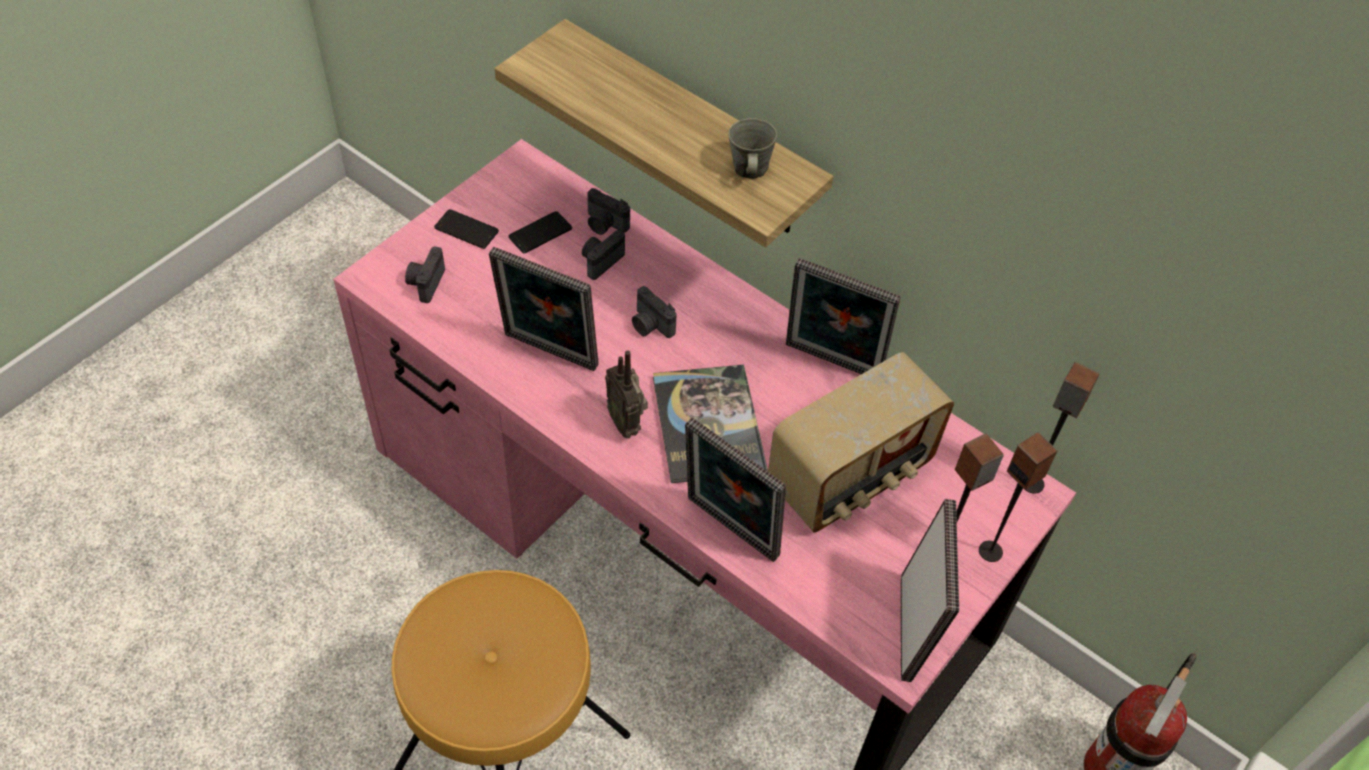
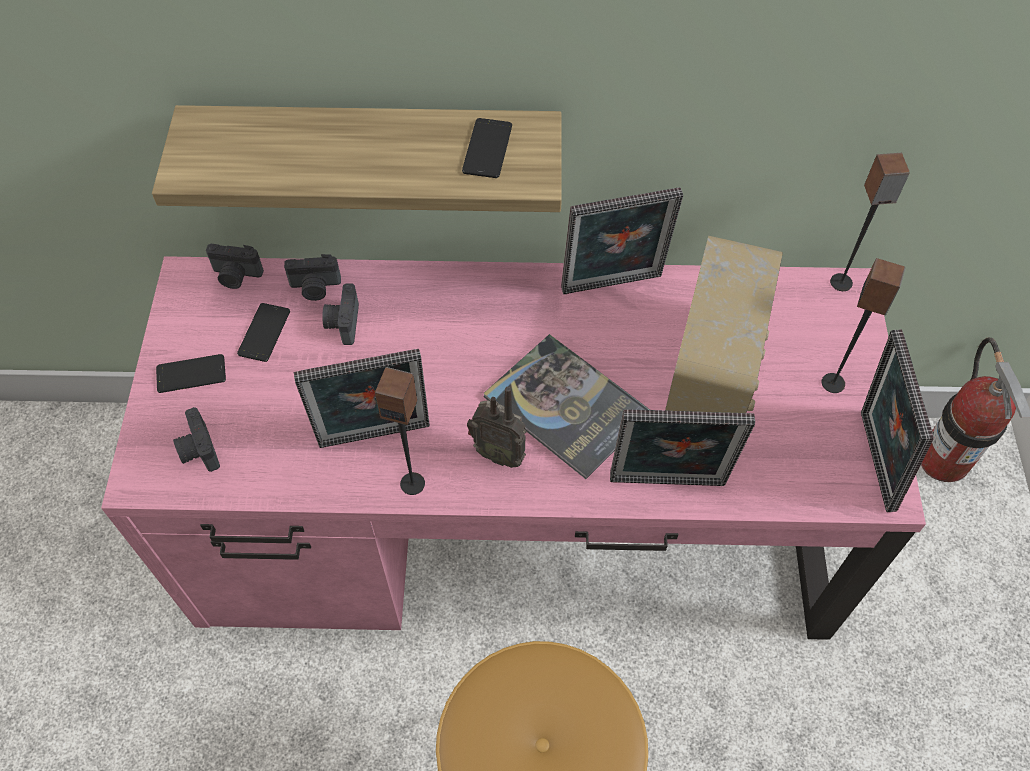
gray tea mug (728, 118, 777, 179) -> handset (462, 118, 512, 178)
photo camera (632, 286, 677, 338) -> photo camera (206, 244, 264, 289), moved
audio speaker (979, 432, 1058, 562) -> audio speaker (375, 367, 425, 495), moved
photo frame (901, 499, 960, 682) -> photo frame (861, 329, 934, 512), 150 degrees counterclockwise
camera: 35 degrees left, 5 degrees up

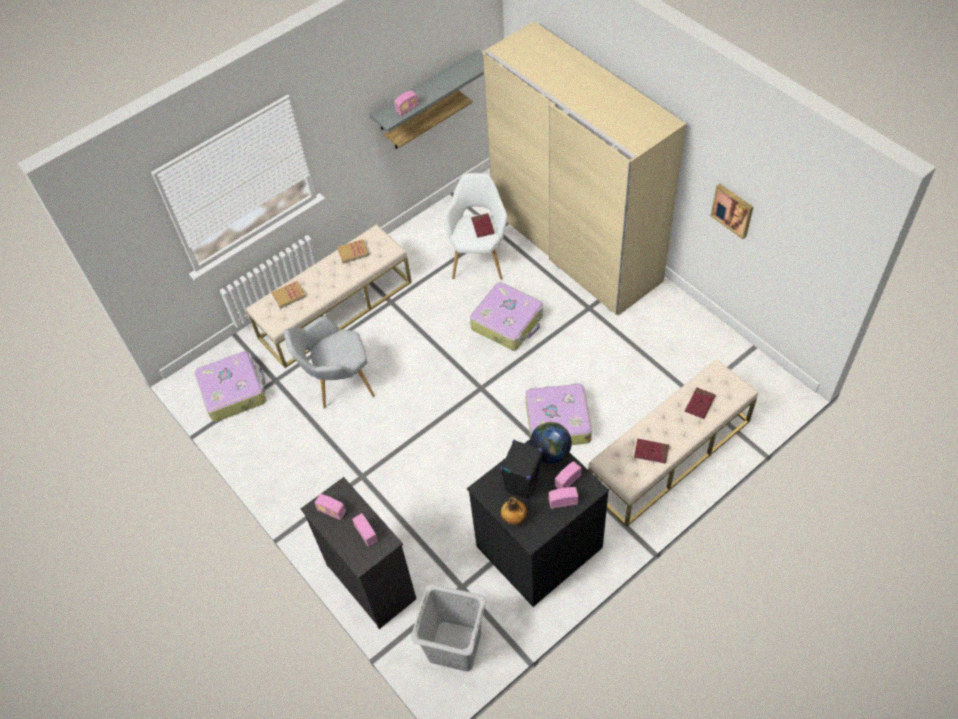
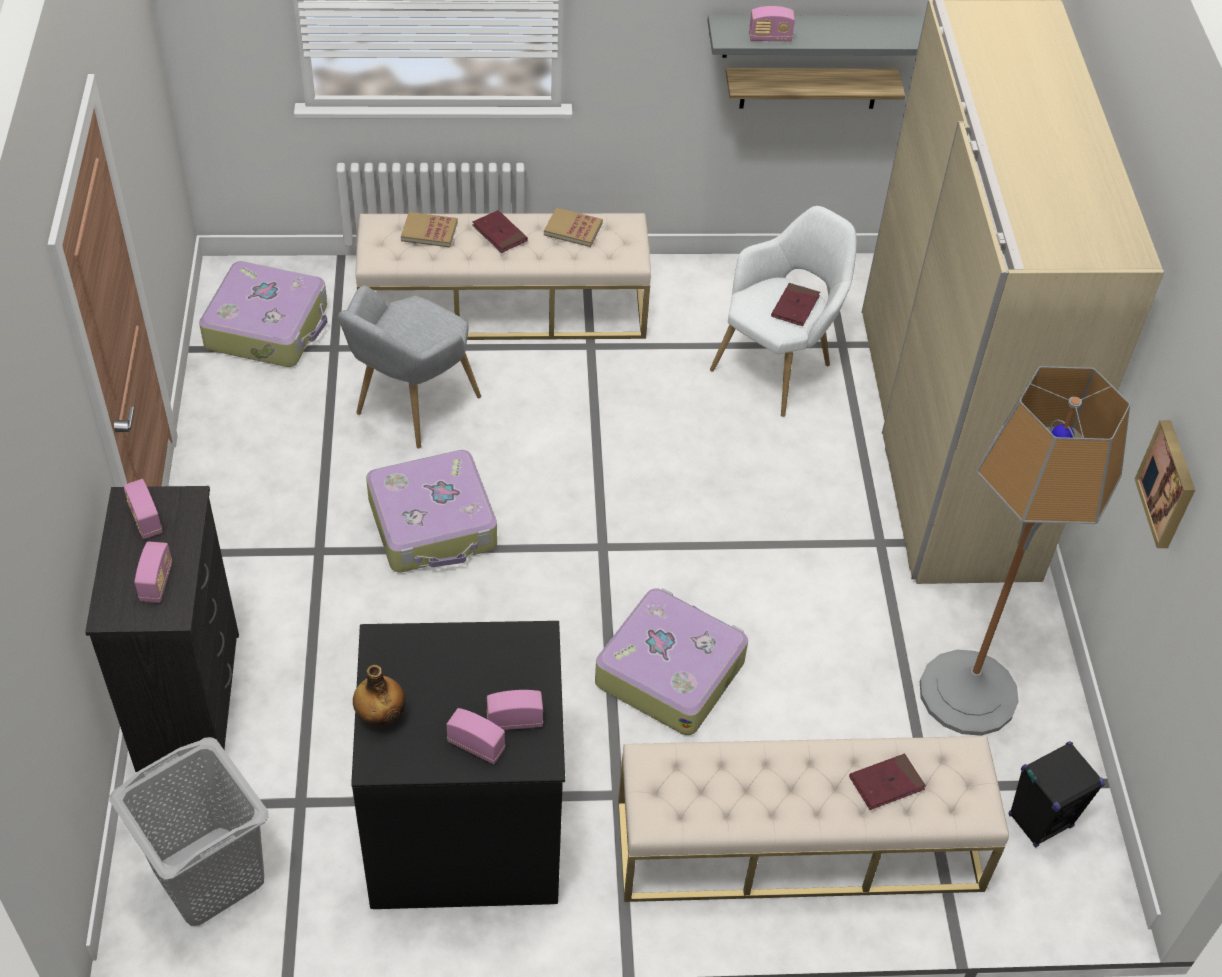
travel case (470, 282, 543, 350) -> travel case (366, 450, 497, 573), moved
gray lounge chair (284, 316, 375, 409) -> gray lounge chair (338, 286, 481, 448), 75 degrees counterclockwise
globe (530, 422, 572, 464) -> none
red-coloured bound book (634, 439, 669, 464) -> red-coloured bound book (472, 210, 528, 253), moved
black audio speaker (500, 440, 543, 500) -> black audio speaker (1008, 741, 1105, 848), moved
none -> standard lamp (920, 366, 1130, 736)
camera: 30 degrees right, 5 degrees down

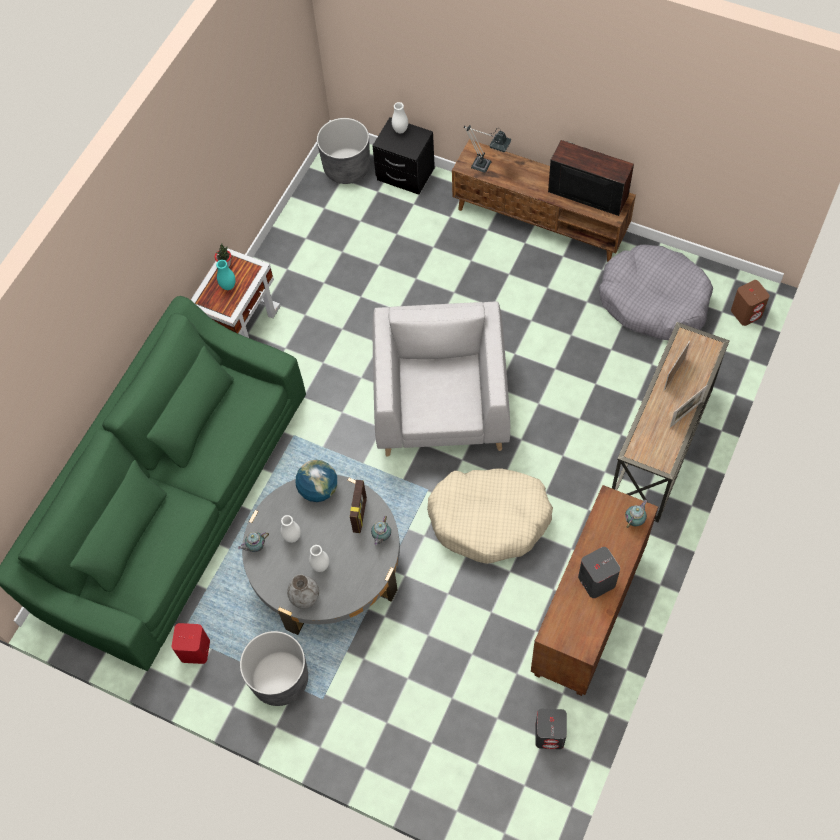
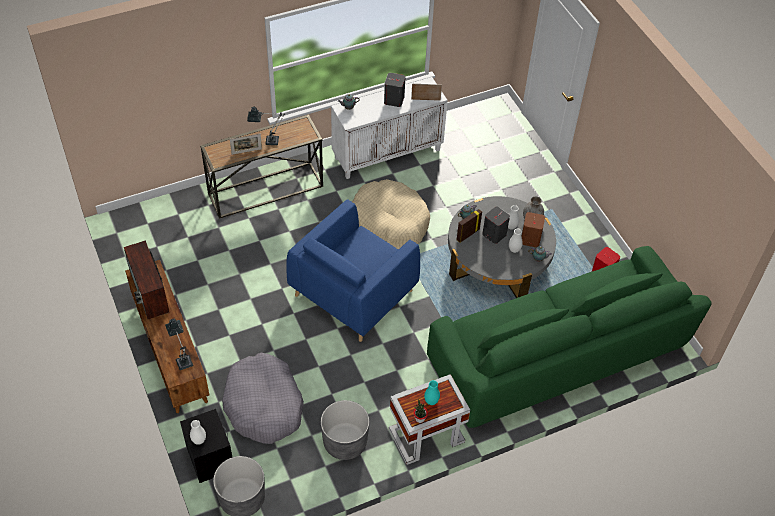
gray pet bed (599, 244, 713, 340) -> gray pet bed (222, 353, 304, 444), moved
brown-coloured audio speaker (731, 280, 770, 326) -> brown-coloured audio speaker (521, 212, 545, 247), moved
gray lounge chair (372, 301, 510, 457) -> blue lounge chair (286, 199, 420, 342)
photo frame (670, 385, 708, 428) -> photo frame (411, 84, 442, 101), moved
globe (296, 460, 337, 502) -> none
brown-coloured cupboard (531, 485, 658, 696) -> white cupboard (331, 77, 448, 179)
gray flower pot (240, 631, 308, 706) -> gray flower pot (321, 400, 369, 460), moved
gray audio speaker (535, 709, 567, 749) -> gray audio speaker (482, 207, 510, 244), moved
none -> lamp for a table (247, 107, 285, 145)
camera: 145 degrees left, 10 degrees down

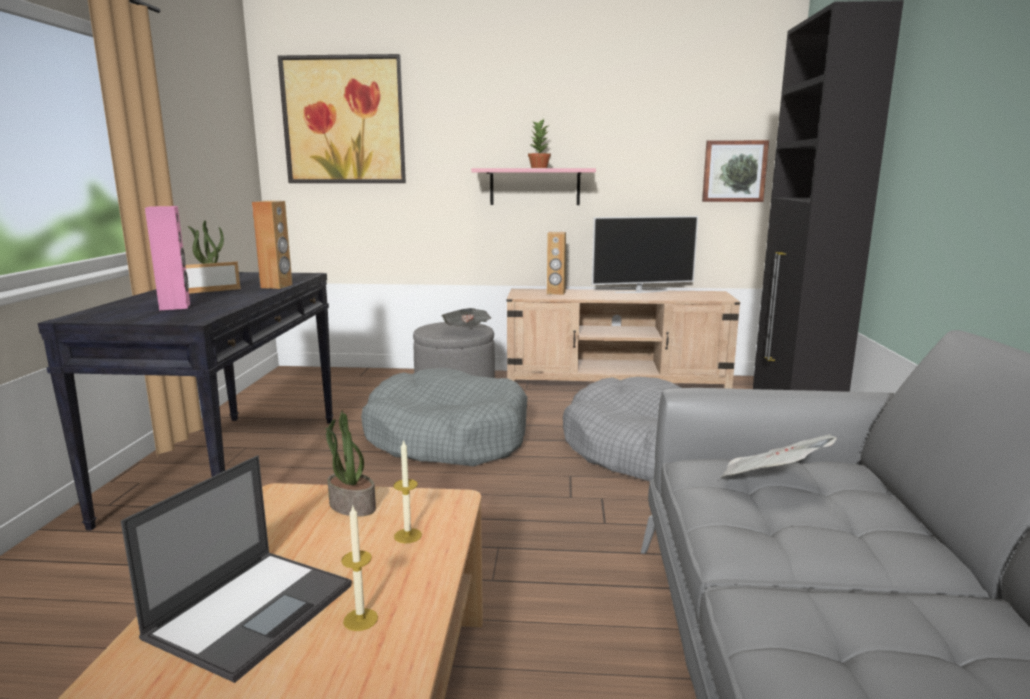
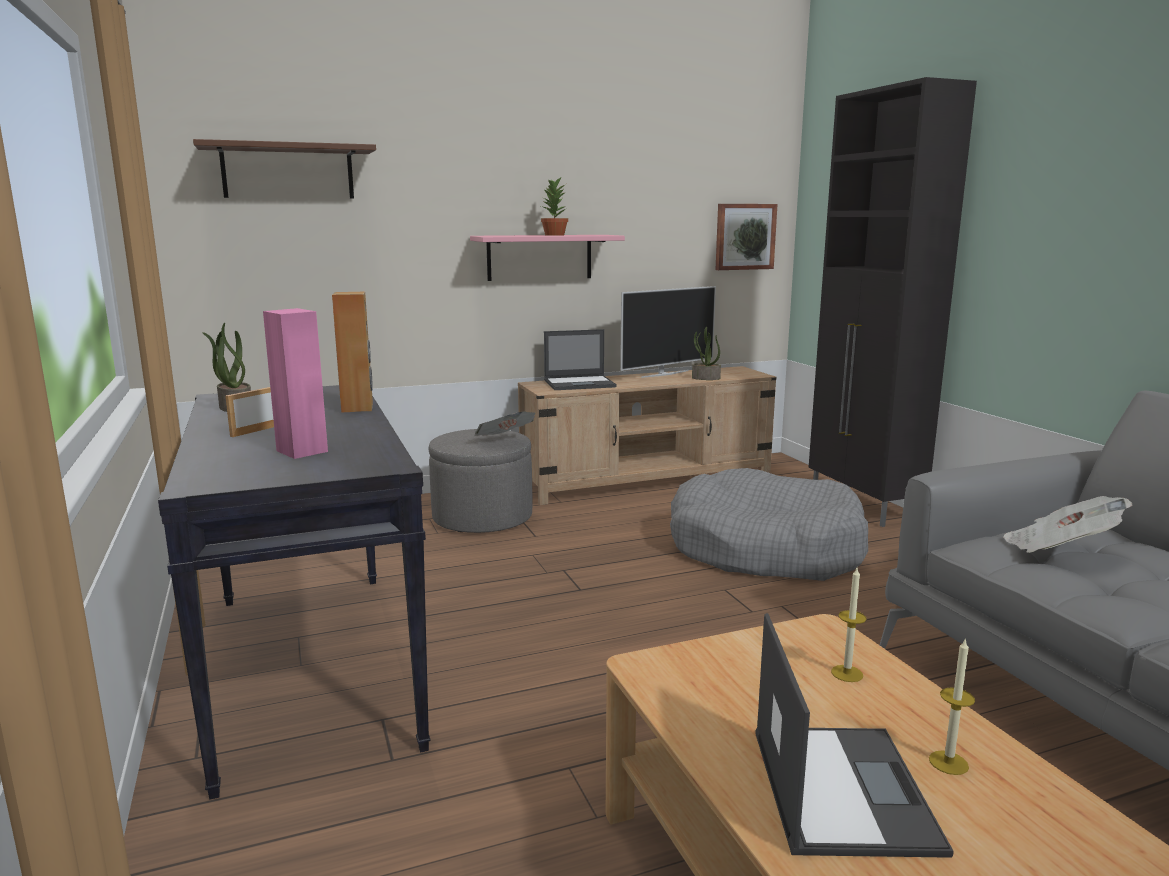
wall picture (278, 54, 406, 183) -> brown-coloured bracket shelf (193, 139, 376, 199)
brown-coloured audio speaker (547, 232, 566, 295) -> laptop (544, 329, 617, 390)
gray pet bed (361, 368, 527, 466) -> none
potted plant (325, 410, 376, 517) -> potted plant (692, 327, 721, 380), moved
camera: 25 degrees left, 0 degrees up

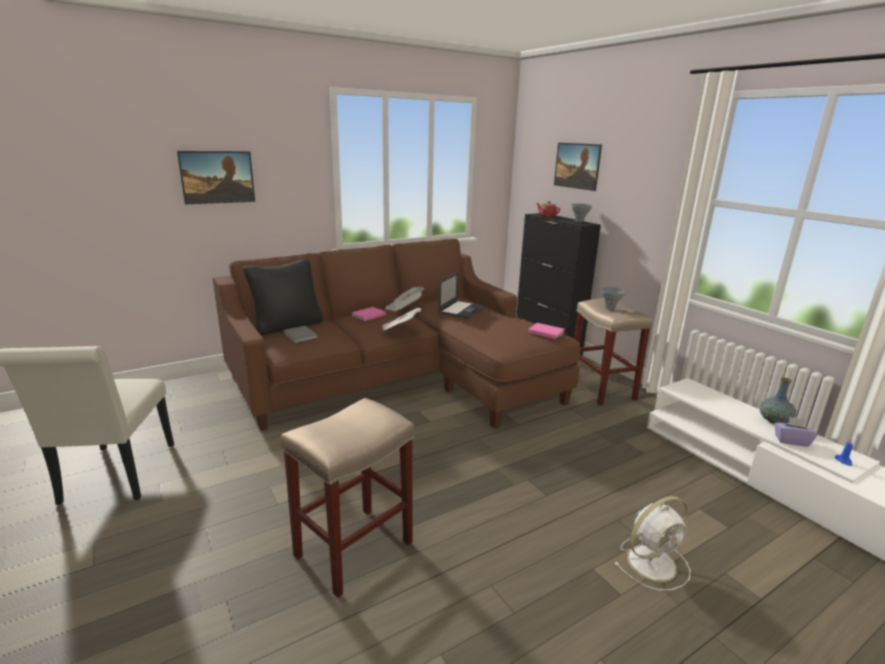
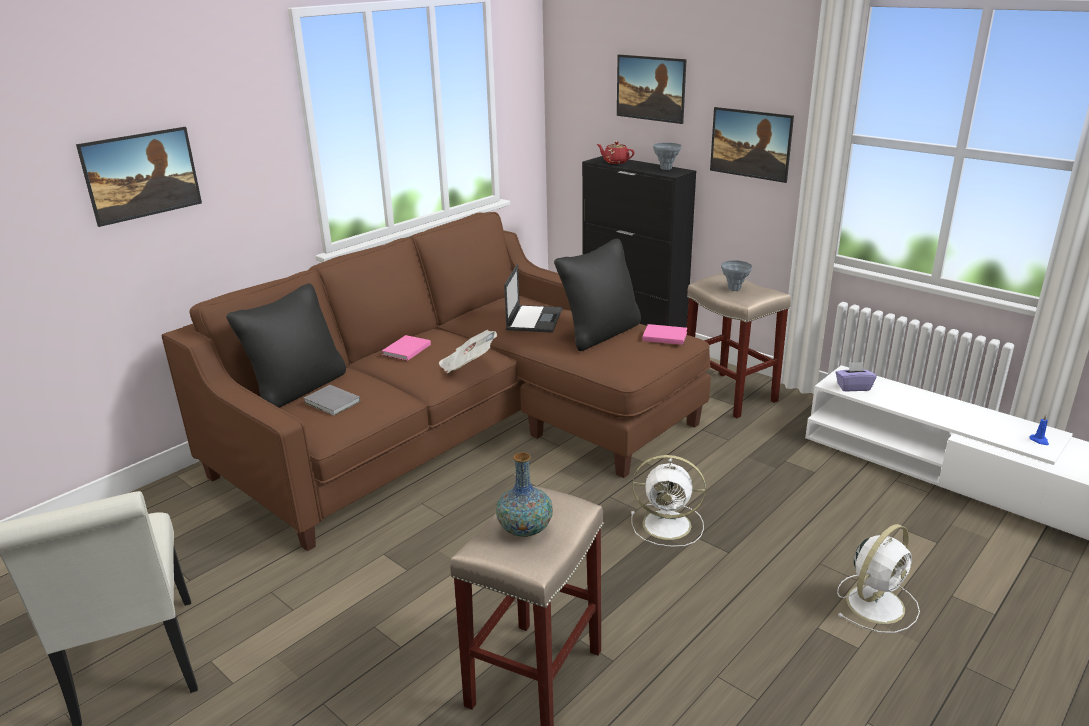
newspaper (385, 287, 424, 312) -> none
flower vase (760, 378, 796, 424) -> flower vase (496, 452, 553, 537), moved
purplish tissue holder (774, 417, 817, 447) -> purplish tissue holder (835, 362, 877, 391), moved
none -> wall picture (710, 107, 794, 183)
none -> black pillow (554, 239, 641, 351)
none -> white electric fan (631, 455, 706, 547)
camera: 15 degrees left, 5 degrees up

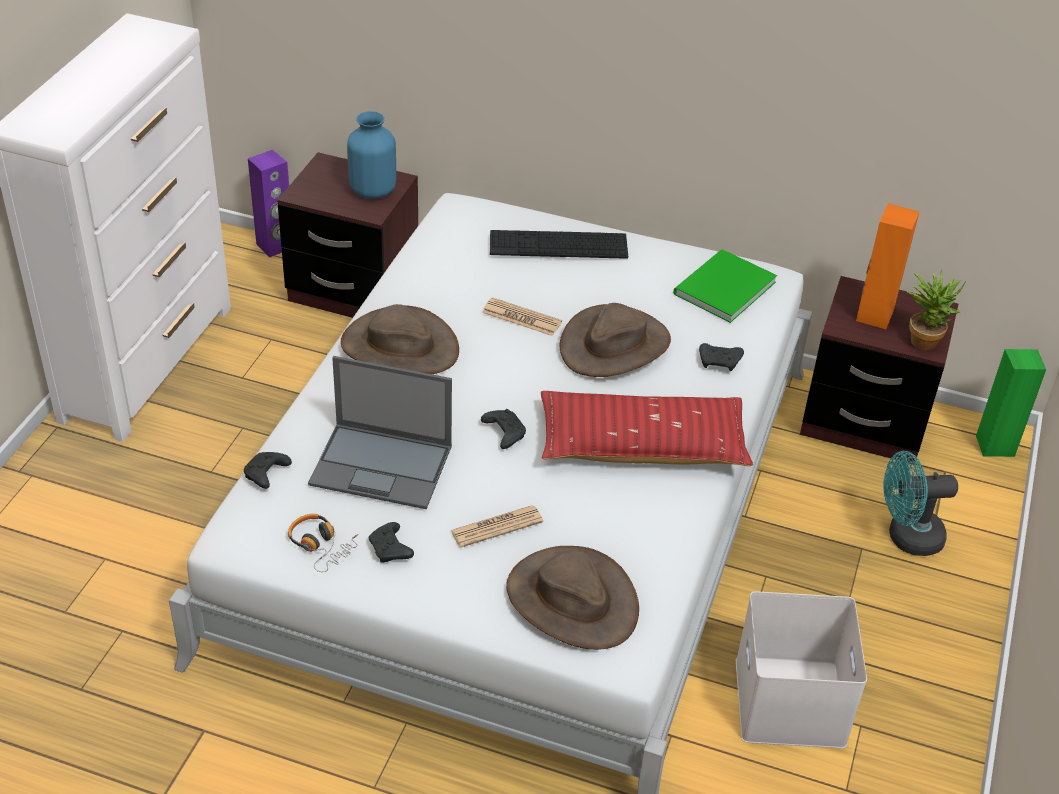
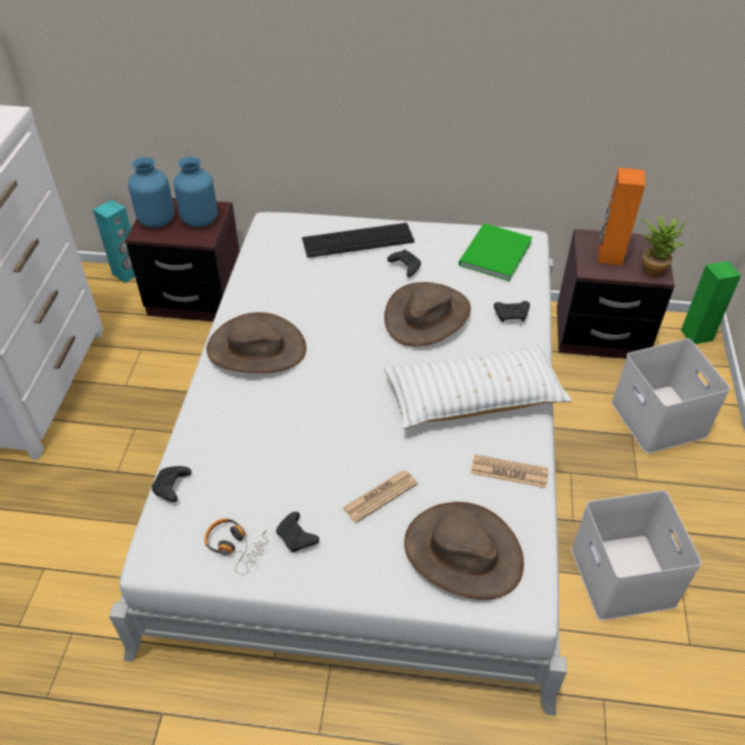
purplish audio speaker (248, 150, 289, 257) -> turquoise-coloured audio speaker (93, 200, 135, 283)
newspaper (482, 297, 562, 336) -> newspaper (471, 454, 549, 488), moved
laptop (308, 356, 452, 509) -> none
red-coloured pillow (541, 391, 753, 466) -> white pillow (384, 344, 572, 429)
black gamepad (481, 409, 526, 449) -> black gamepad (387, 250, 421, 277), moved
turquoise-coloured electric fan (883, 451, 958, 556) -> white storage container (611, 338, 731, 454)
none -> blue flower vase (128, 157, 174, 228)
camera: 10 degrees left, 5 degrees up

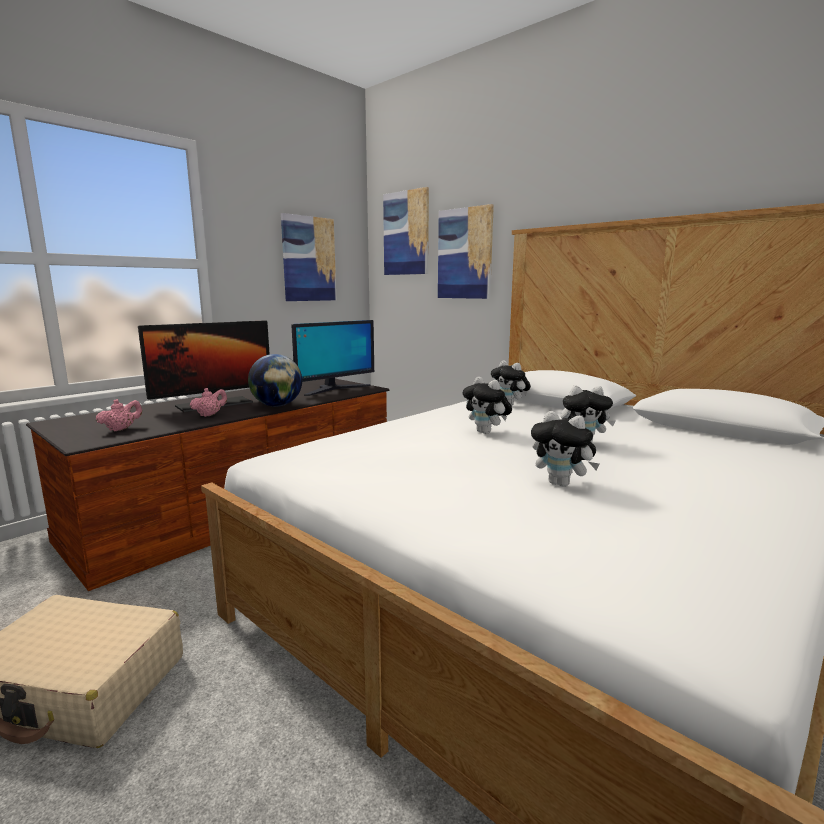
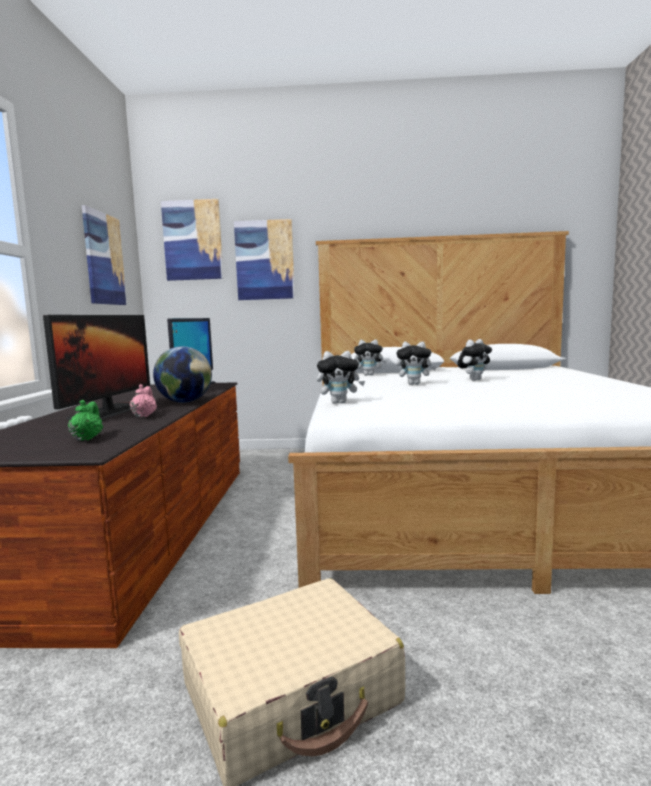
pink-coloured tea pot (96, 399, 142, 431) -> green-coloured tea pot (68, 400, 103, 441)
soft toy (531, 411, 600, 487) -> soft toy (317, 351, 365, 404), moved
camera: 40 degrees left, 5 degrees down

